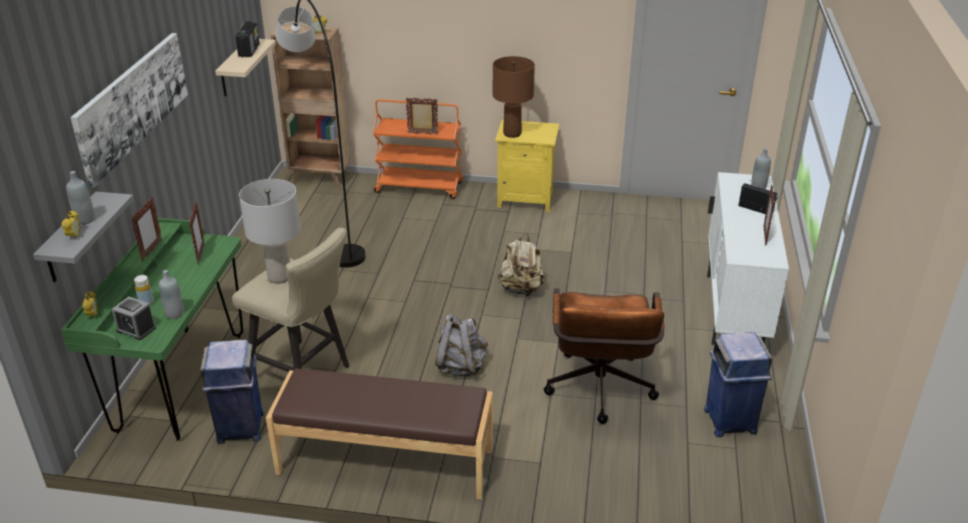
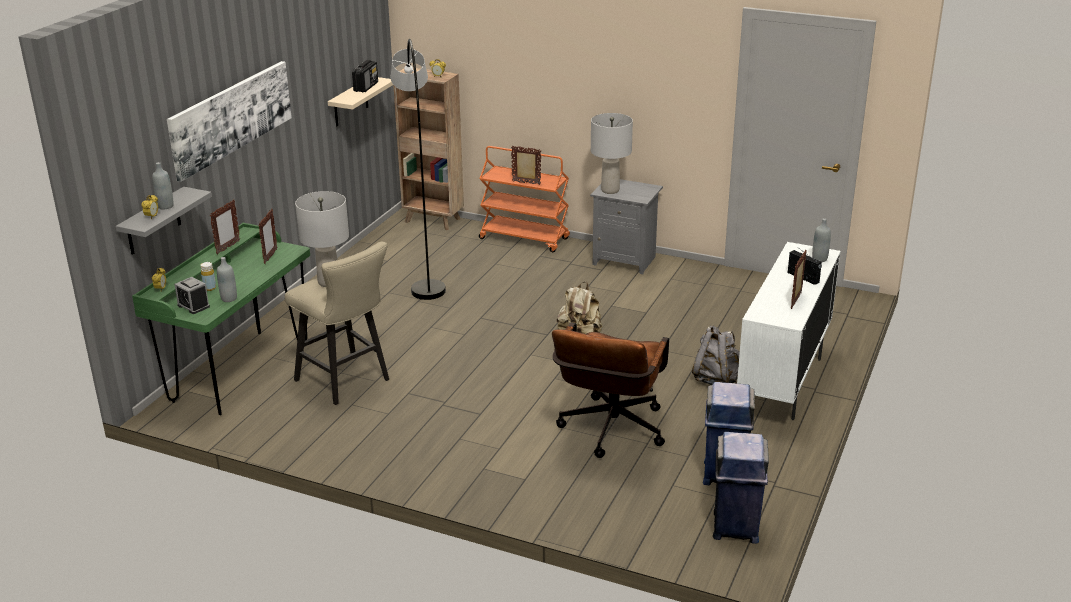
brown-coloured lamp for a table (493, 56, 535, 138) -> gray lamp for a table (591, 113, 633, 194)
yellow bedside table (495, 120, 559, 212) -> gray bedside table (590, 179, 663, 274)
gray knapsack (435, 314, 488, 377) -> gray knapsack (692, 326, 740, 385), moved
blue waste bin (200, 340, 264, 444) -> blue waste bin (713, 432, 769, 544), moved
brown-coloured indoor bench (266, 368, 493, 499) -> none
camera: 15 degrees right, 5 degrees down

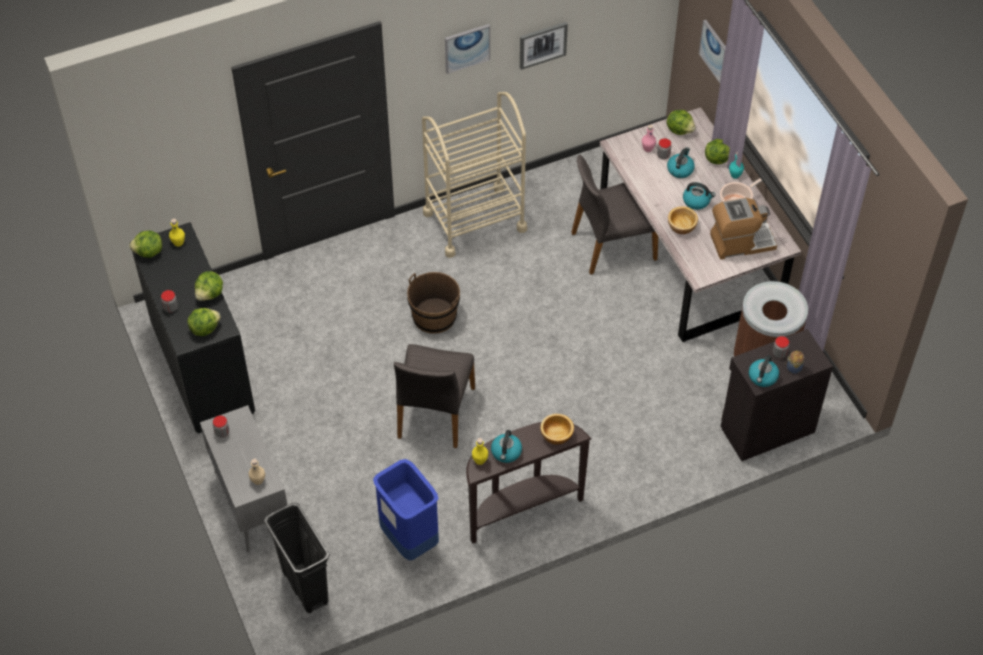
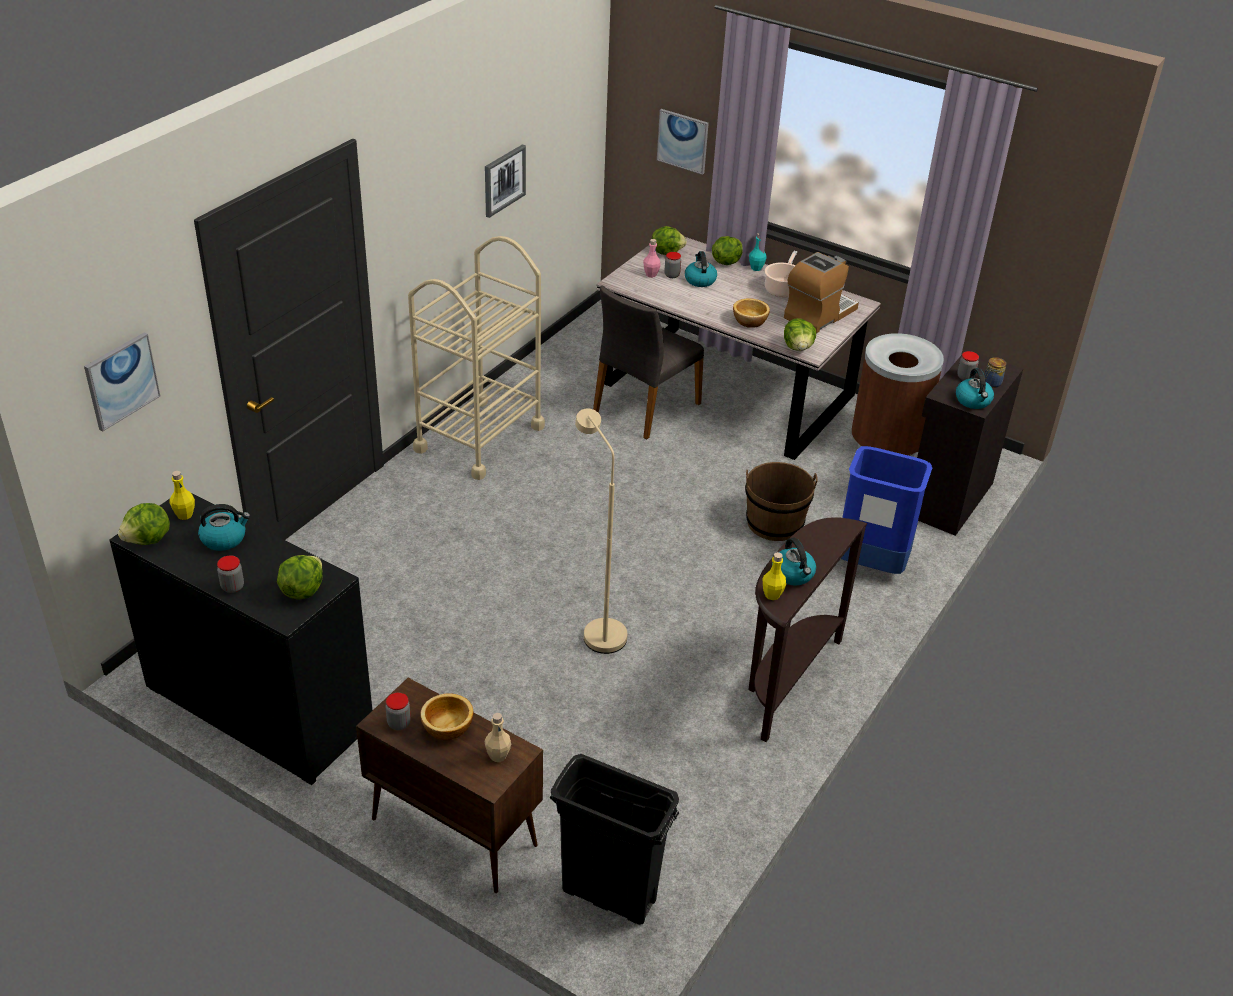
wall picture (445, 24, 490, 74) -> wall picture (84, 332, 160, 431), moved
tea kettle (683, 182, 716, 210) -> tea kettle (198, 504, 250, 551), moved
lettuce (195, 271, 223, 301) -> lettuce (784, 318, 816, 351), moved
brown-coloured pail (407, 272, 460, 334) -> brown-coloured pail (745, 462, 818, 541), moved
gray plain chair (394, 344, 475, 448) -> sand-coloured standard lamp (575, 409, 627, 654)
gray cupboard (200, 405, 287, 552) -> brown-coloured cupboard (356, 678, 543, 893)
serving bowl (540, 414, 574, 445) -> serving bowl (420, 693, 473, 740), moved
blue waste bin (373, 459, 439, 561) -> blue waste bin (841, 446, 932, 574), moved
camera: 35 degrees left, 15 degrees down

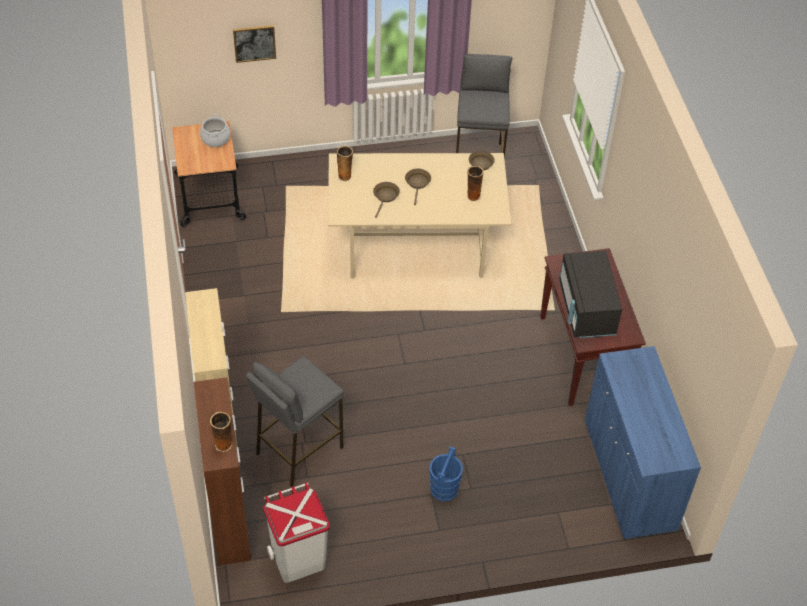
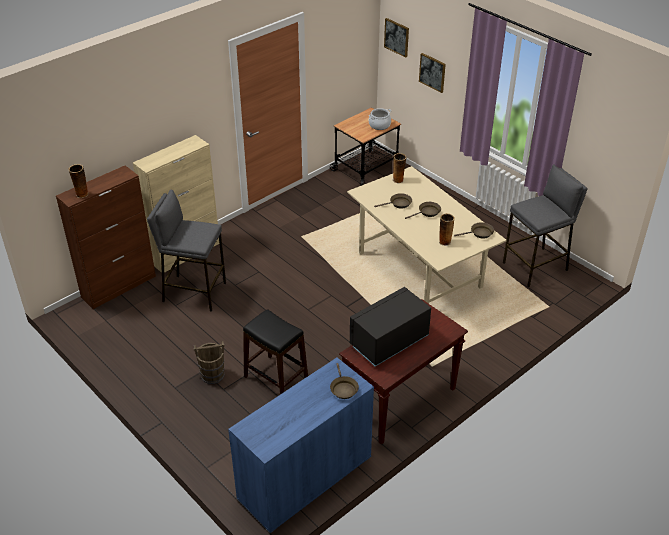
blue pail (429, 446, 463, 501) -> brown-coloured pail (193, 341, 225, 384)
white waste bin (263, 482, 330, 583) -> none
none -> wall picture (384, 18, 409, 58)
none -> black stool (243, 309, 308, 394)
none -> brown-coloured pan (330, 363, 359, 399)
camera: 60 degrees right, 10 degrees down

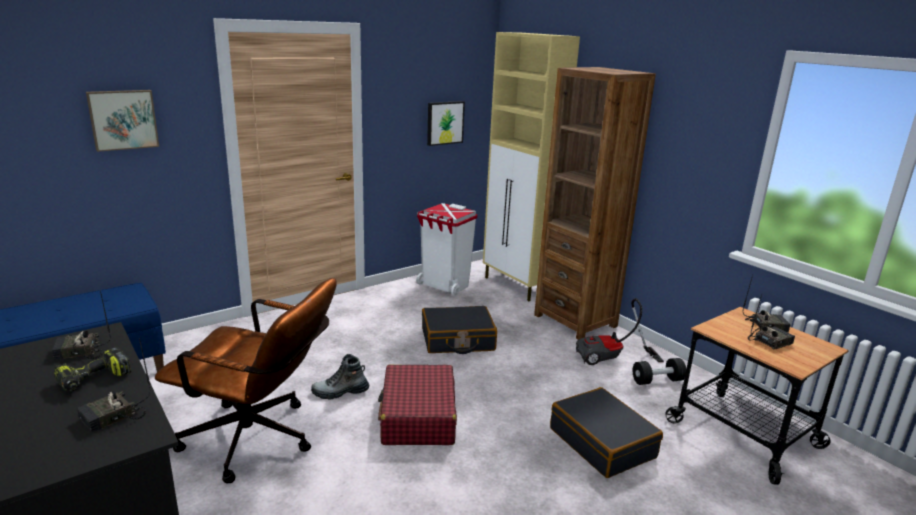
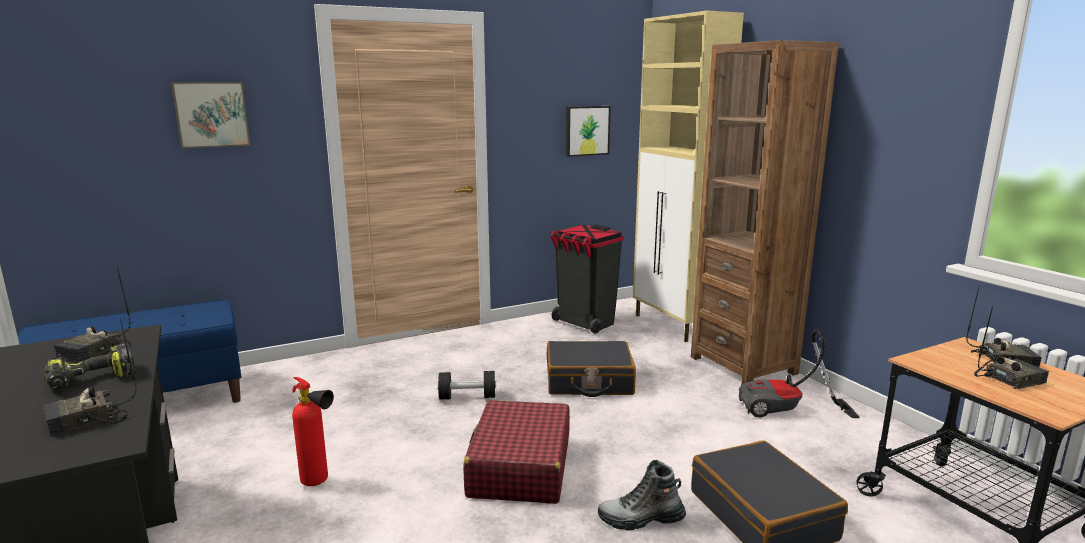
white waste bin (417, 203, 478, 296) -> black waste bin (550, 225, 624, 334)
brown-coloured desk chair (155, 278, 337, 484) -> extinguisher (292, 377, 334, 486)
radio (52, 291, 111, 360) -> radio (54, 266, 131, 362), 60 degrees counterclockwise
tall boot (311, 354, 369, 400) -> tall boot (598, 460, 686, 531), moved
black dumbbell (633, 358, 686, 385) -> black dumbbell (438, 371, 496, 400), moved
camera: 10 degrees right, 5 degrees down

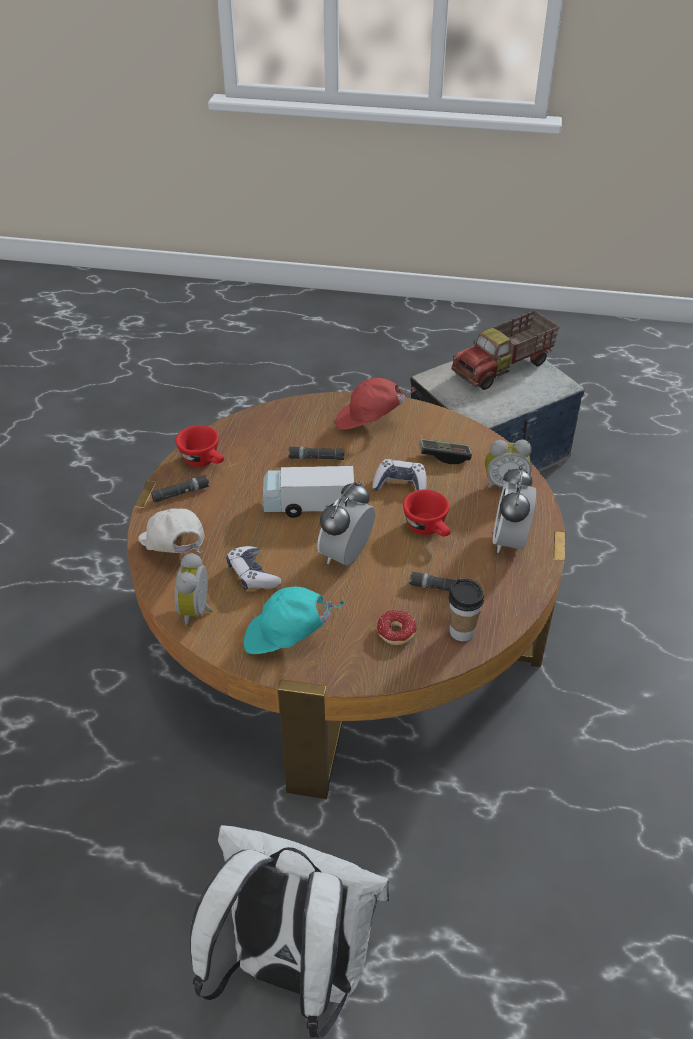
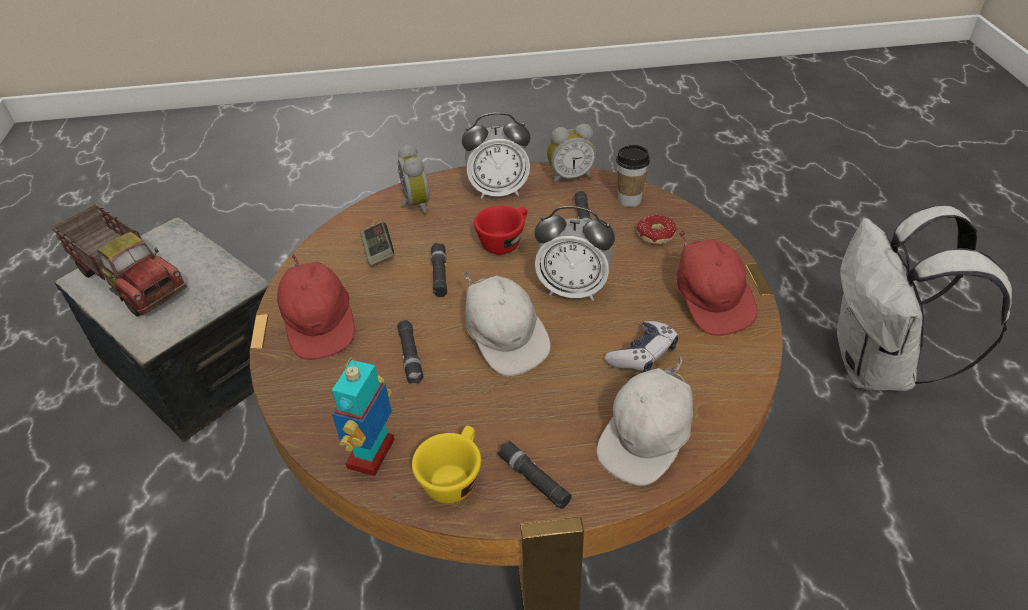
red-coloured small cup (176, 425, 224, 467) -> yellow small cup (412, 426, 481, 504)
gamepad (372, 459, 427, 492) -> black hand torch (431, 243, 447, 297)
toy lorry (262, 466, 354, 518) -> white cap (463, 270, 551, 376)
table clock (175, 553, 213, 627) -> table clock (547, 124, 596, 184), moved
turquoise-coloured cap (244, 587, 345, 654) -> red-coloured cap (677, 231, 757, 336)
none -> toy robot (332, 357, 394, 476)
camera: 105 degrees left, 0 degrees up

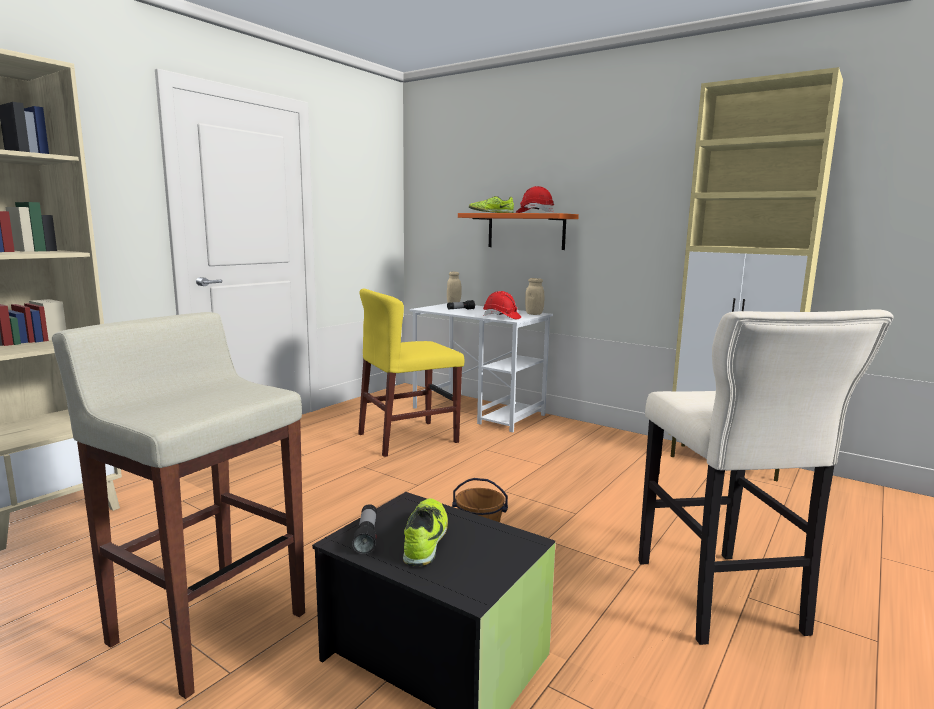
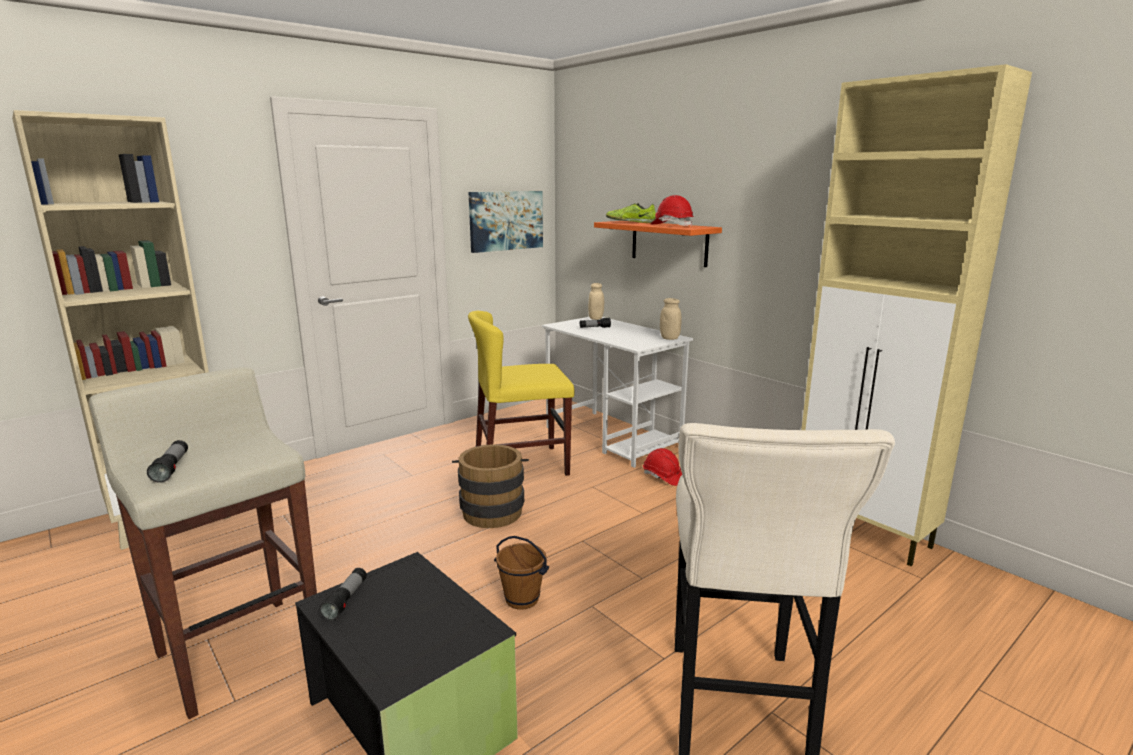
red-coloured work helmet (483, 291, 521, 319) -> red-coloured work helmet (643, 448, 682, 486), moved
item of footwear (403, 498, 448, 566) -> none
none -> wall picture (468, 191, 543, 253)
none -> hand torch (147, 440, 188, 483)
none -> brown-coloured pail (452, 444, 529, 528)
camera: 15 degrees right, 5 degrees up

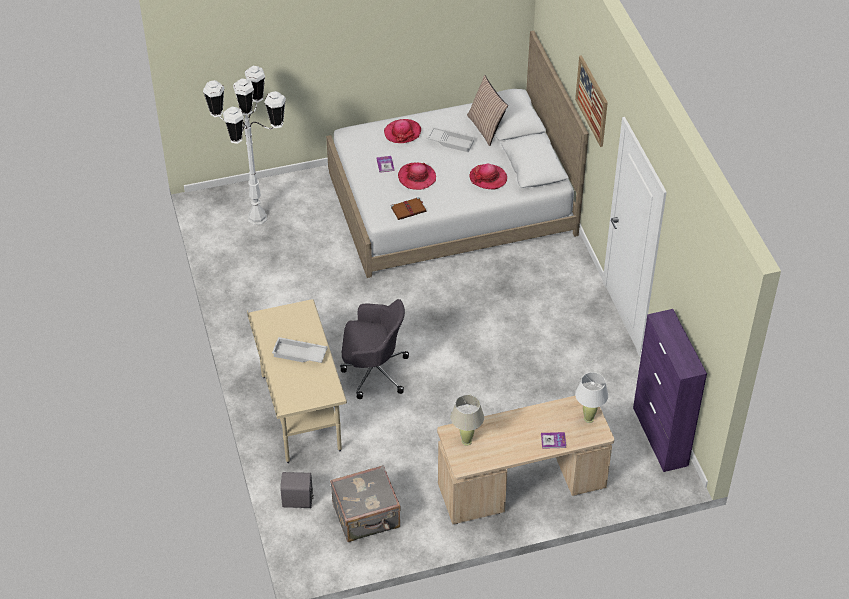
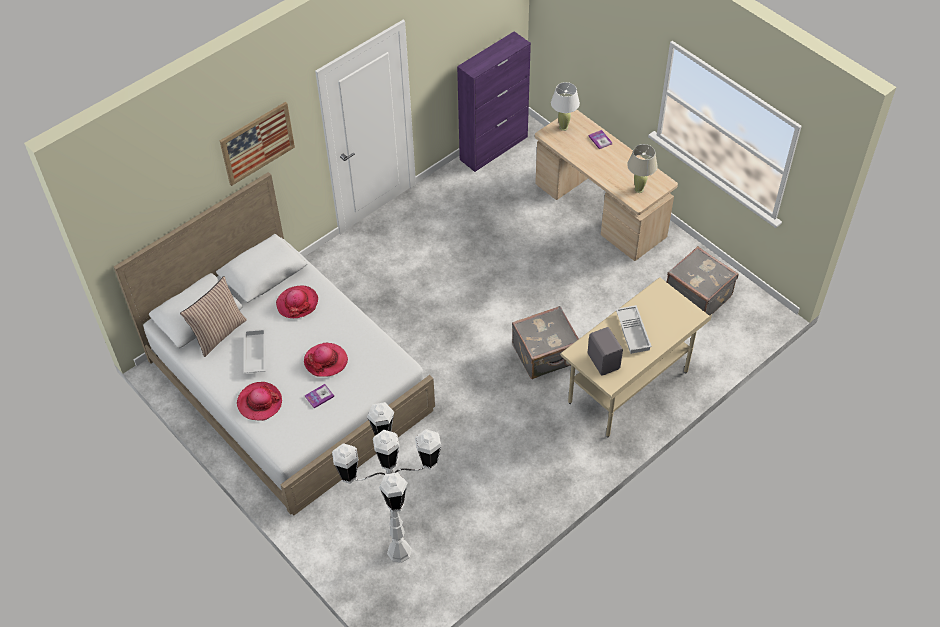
brown-coloured bound book (391, 197, 426, 220) -> none
gray desk chair (340, 299, 409, 399) -> gray travel case (512, 306, 579, 379)
gray audio speaker (280, 472, 314, 508) -> gray audio speaker (587, 327, 623, 376), moved
camera: 115 degrees left, 5 degrees up

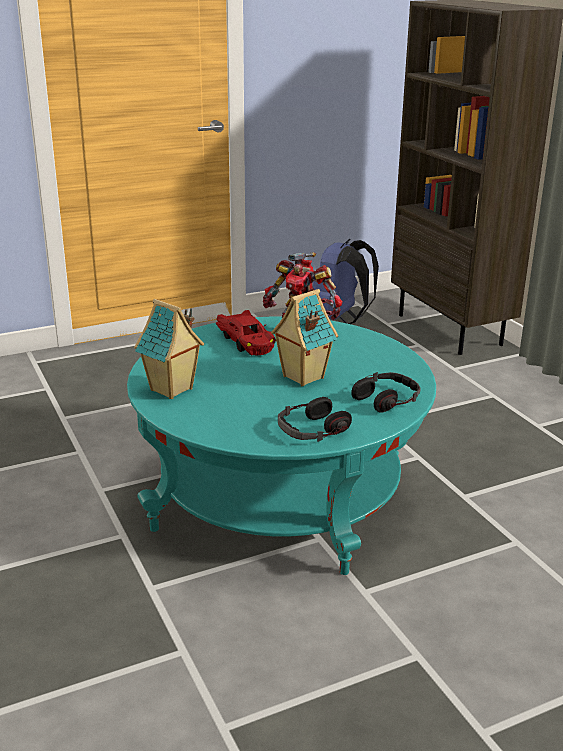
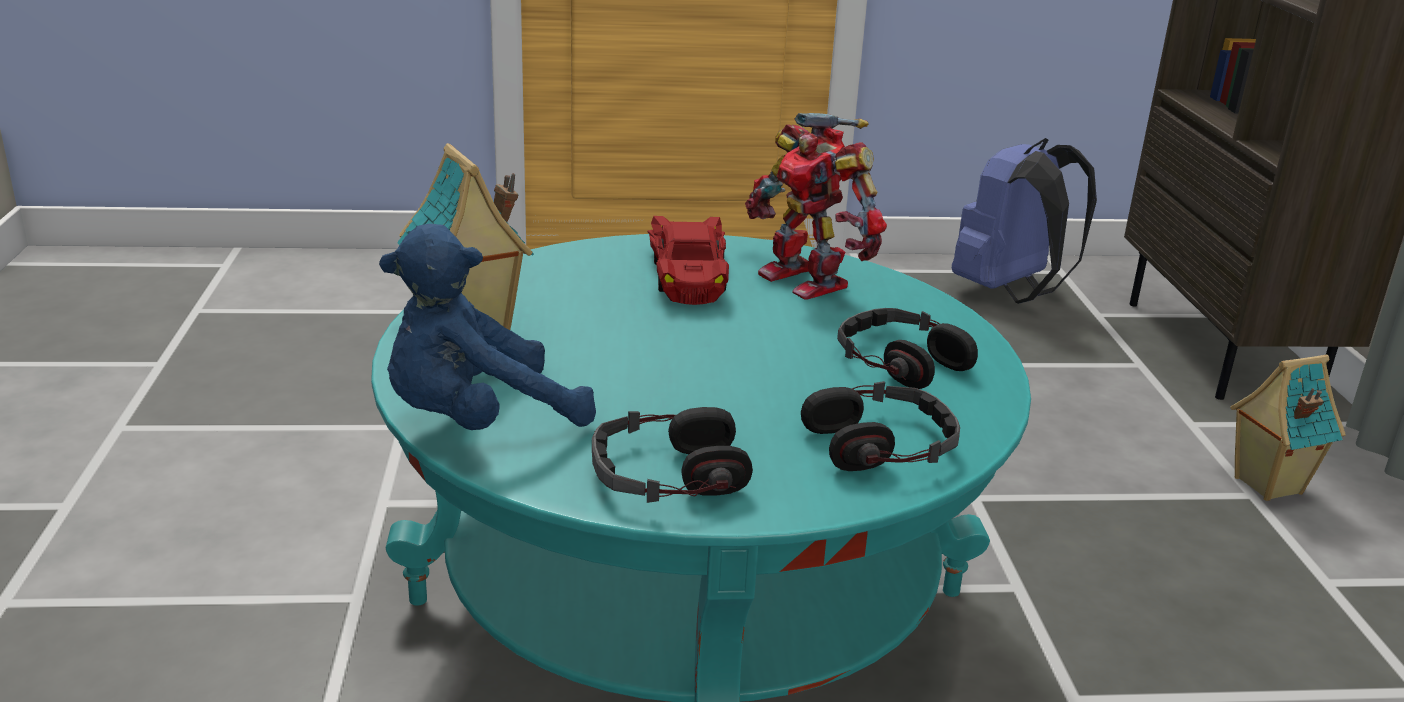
toy house (271, 289, 338, 386) -> toy house (1230, 355, 1346, 501), moved
none -> blue soft toy (379, 223, 596, 430)
none -> headset (837, 308, 978, 389)
camera: 20 degrees right, 0 degrees up

